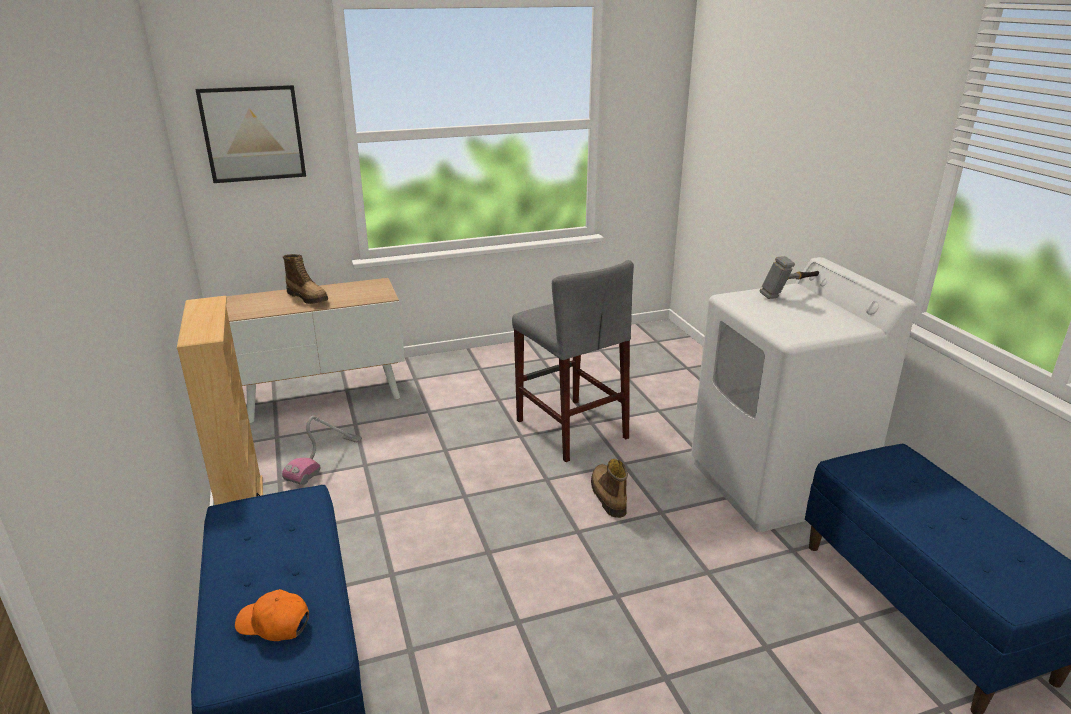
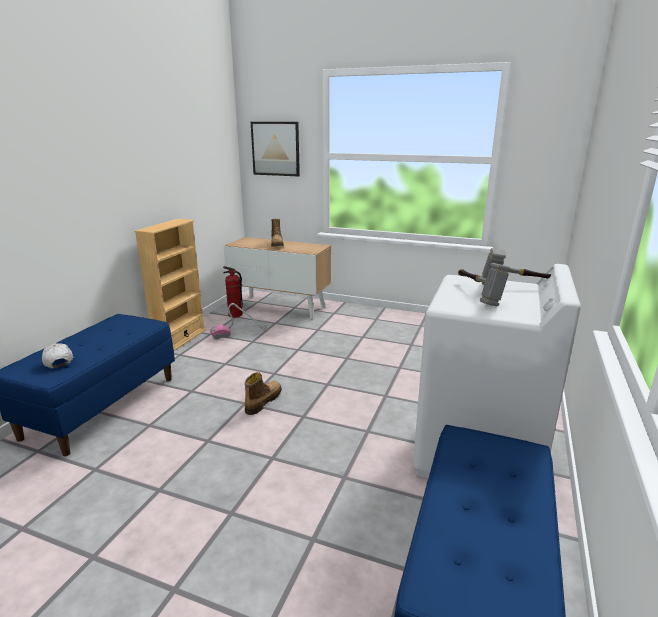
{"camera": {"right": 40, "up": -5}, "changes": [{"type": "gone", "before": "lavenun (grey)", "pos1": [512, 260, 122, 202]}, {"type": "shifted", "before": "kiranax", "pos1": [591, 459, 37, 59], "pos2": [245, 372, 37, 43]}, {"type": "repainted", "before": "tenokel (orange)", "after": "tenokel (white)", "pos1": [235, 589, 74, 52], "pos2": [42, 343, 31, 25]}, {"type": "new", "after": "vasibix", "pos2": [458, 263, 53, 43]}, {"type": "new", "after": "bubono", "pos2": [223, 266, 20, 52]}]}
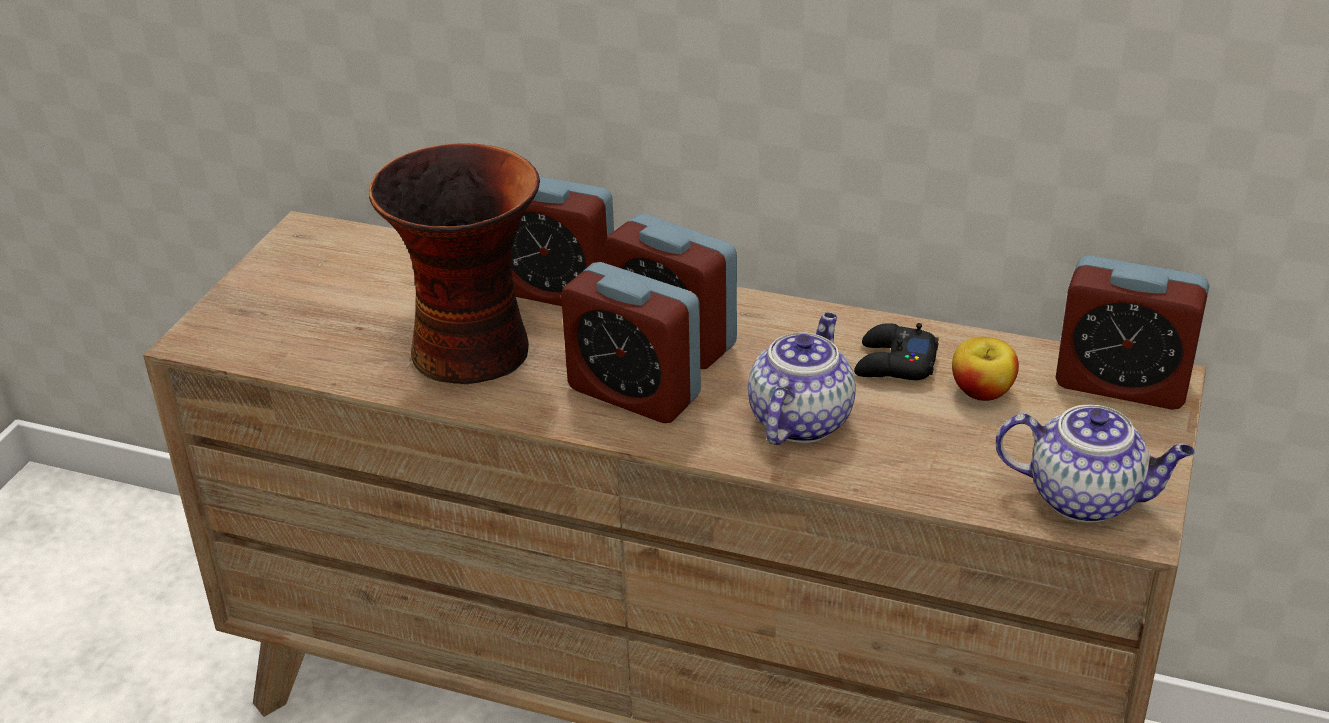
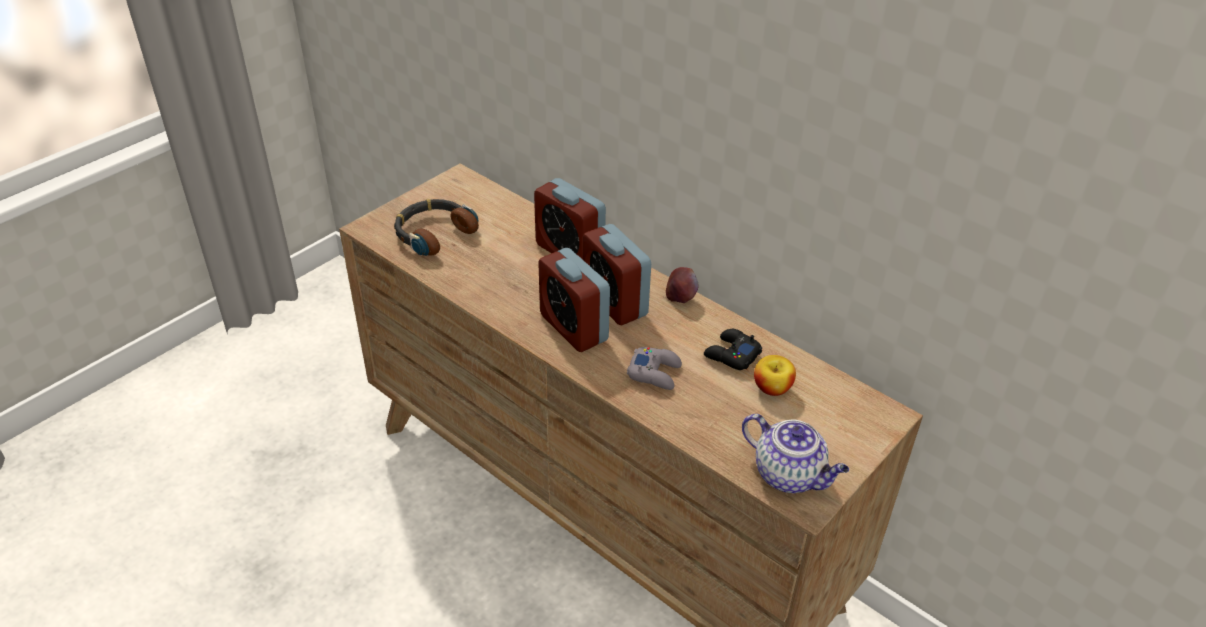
{"camera": {"right": 20, "up": 5}, "changes": [{"type": "gone", "before": "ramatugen", "pos1": [369, 143, 171, 241]}, {"type": "gone", "before": "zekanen", "pos1": [1056, 256, 154, 154]}, {"type": "swapped", "before": "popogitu", "after": "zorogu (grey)", "pos1": [748, 313, 108, 132], "pos2": [627, 347, 55, 43]}, {"type": "new", "after": "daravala", "pos2": [394, 199, 85, 57]}, {"type": "new", "after": "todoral", "pos2": [666, 267, 32, 36]}]}
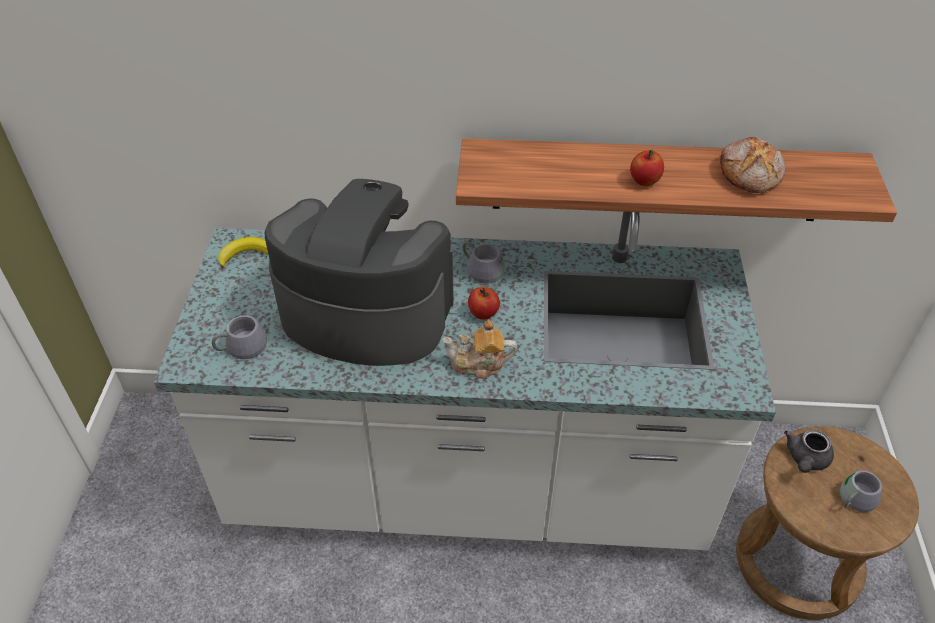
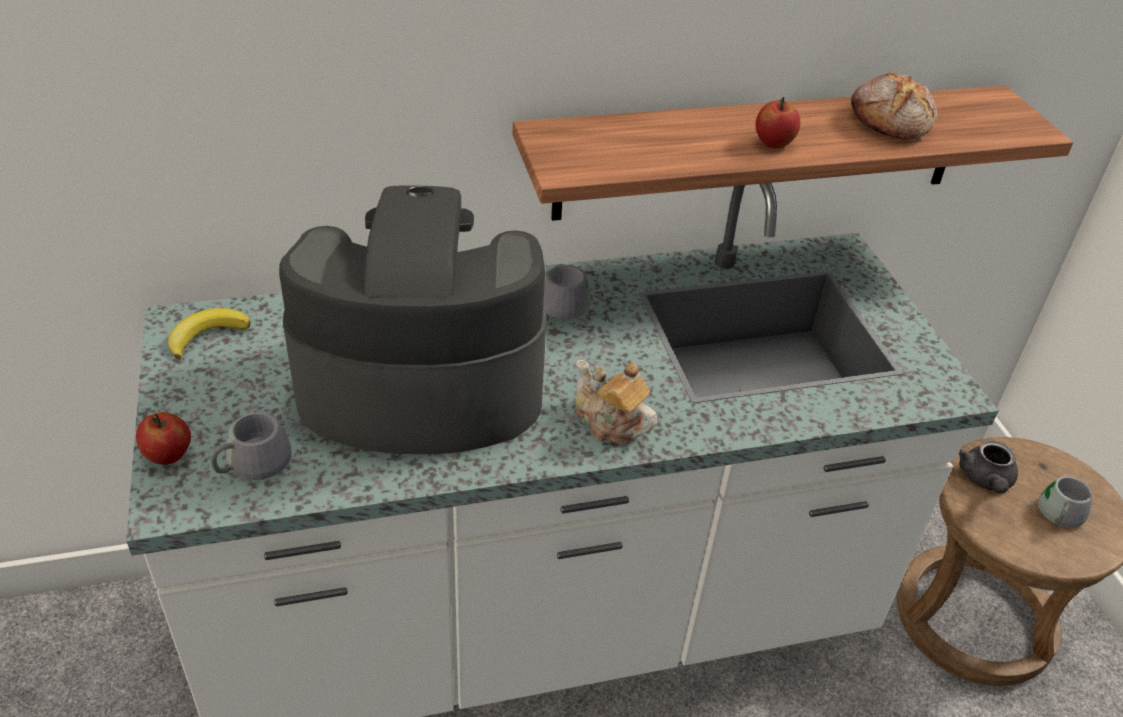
{"camera": {"right": -20, "up": -5}, "changes": [{"type": "shifted", "before": "todoral", "pos1": [468, 287, 32, 33], "pos2": [136, 412, 55, 53]}, {"type": "rotated", "before": "popogitu", "pos1": [442, 320, 75, 59], "pos2": [575, 360, 82, 83], "turn": 60}]}
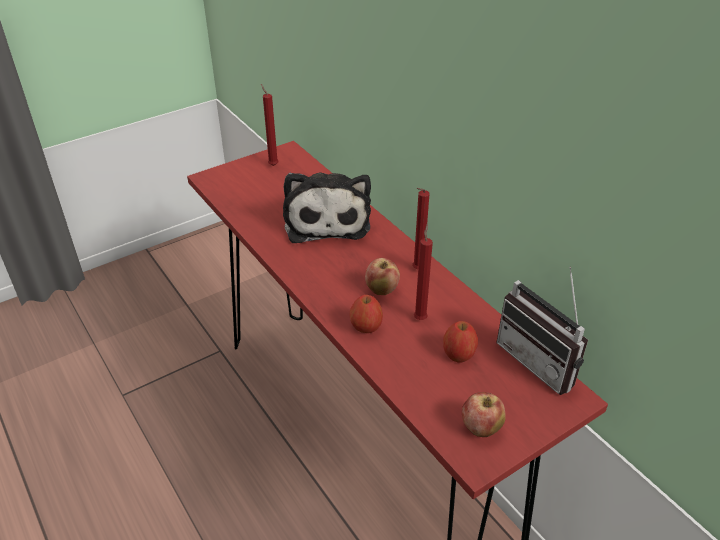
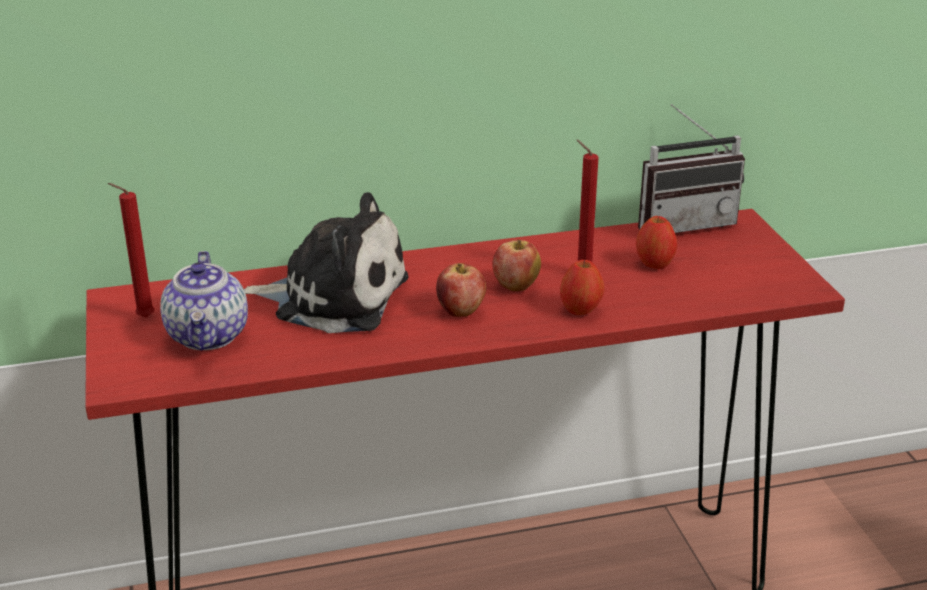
{"camera": {"right": -70, "up": -10}, "changes": [{"type": "gone", "before": "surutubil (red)", "pos1": [412, 188, 18, 81]}, {"type": "shifted", "before": "todoral", "pos1": [462, 392, 44, 45], "pos2": [436, 263, 50, 54]}, {"type": "new", "after": "popogitu", "pos2": [160, 251, 88, 100]}]}
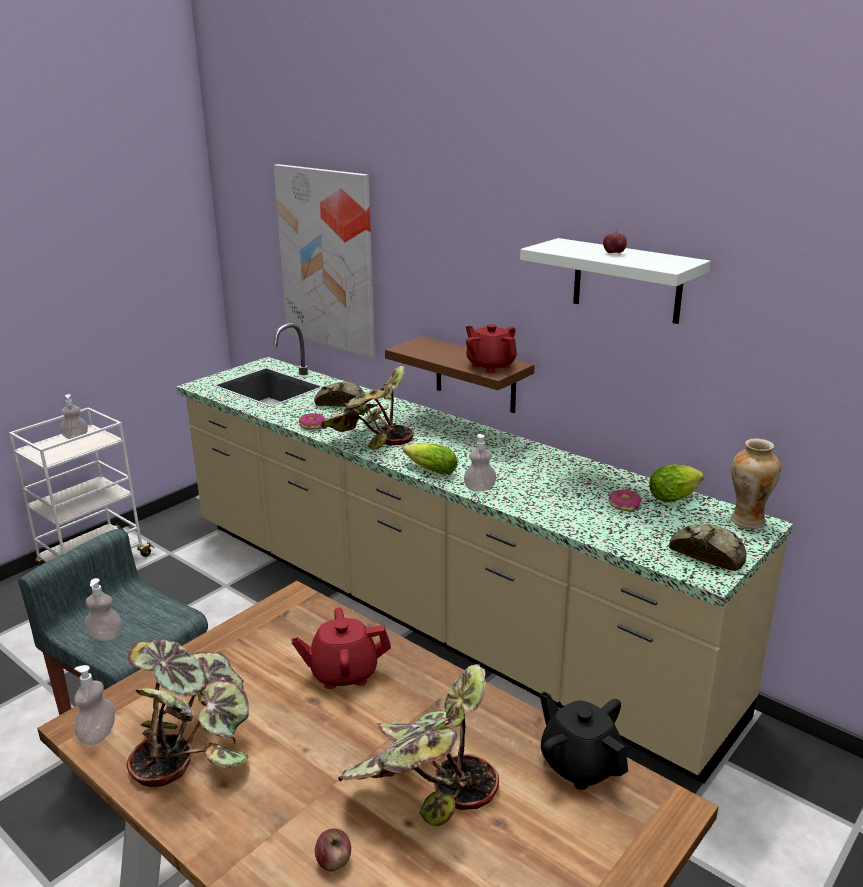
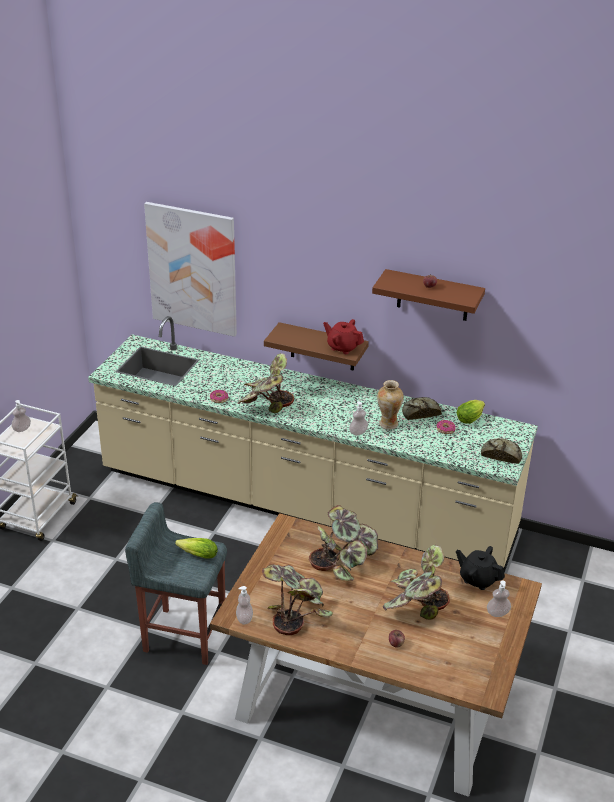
{"camera": {"right": -20, "up": 10}, "changes": [{"type": "repainted", "before": "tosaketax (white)", "after": "tosaketax (brown)", "pos1": [520, 238, 191, 86], "pos2": [372, 269, 113, 52]}, {"type": "shifted", "before": "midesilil", "pos1": [314, 382, 50, 25], "pos2": [402, 397, 39, 23]}, {"type": "shifted", "before": "ramatugen", "pos1": [731, 438, 50, 91], "pos2": [377, 380, 27, 50]}, {"type": "shifted", "before": "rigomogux", "pos1": [403, 443, 54, 31], "pos2": [175, 538, 43, 21]}, {"type": "shifted", "before": "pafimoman", "pos1": [85, 578, 38, 63], "pos2": [487, 580, 24, 37]}, {"type": "swapped", "before": "popogitu (red)", "after": "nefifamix", "pos1": [291, 607, 100, 82], "pos2": [309, 505, 69, 76]}]}
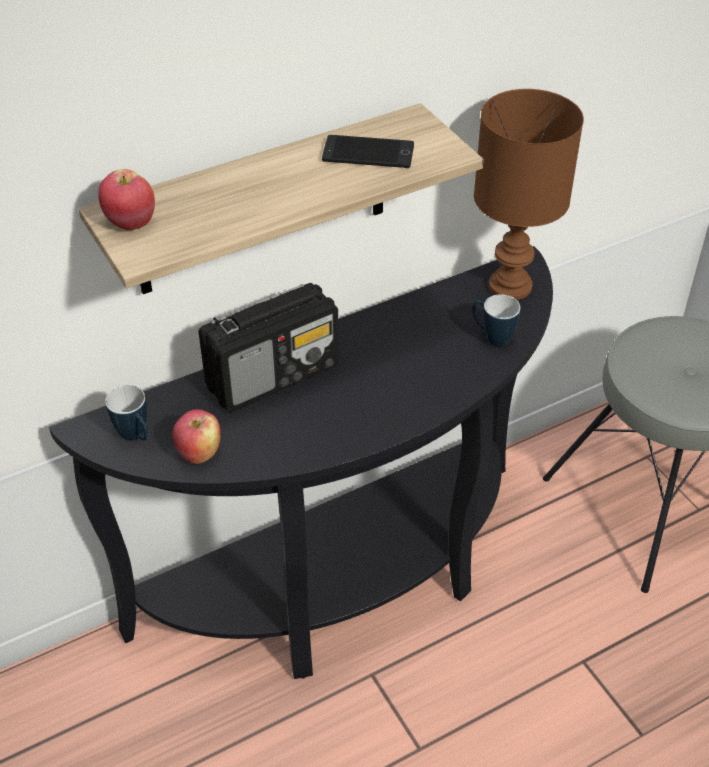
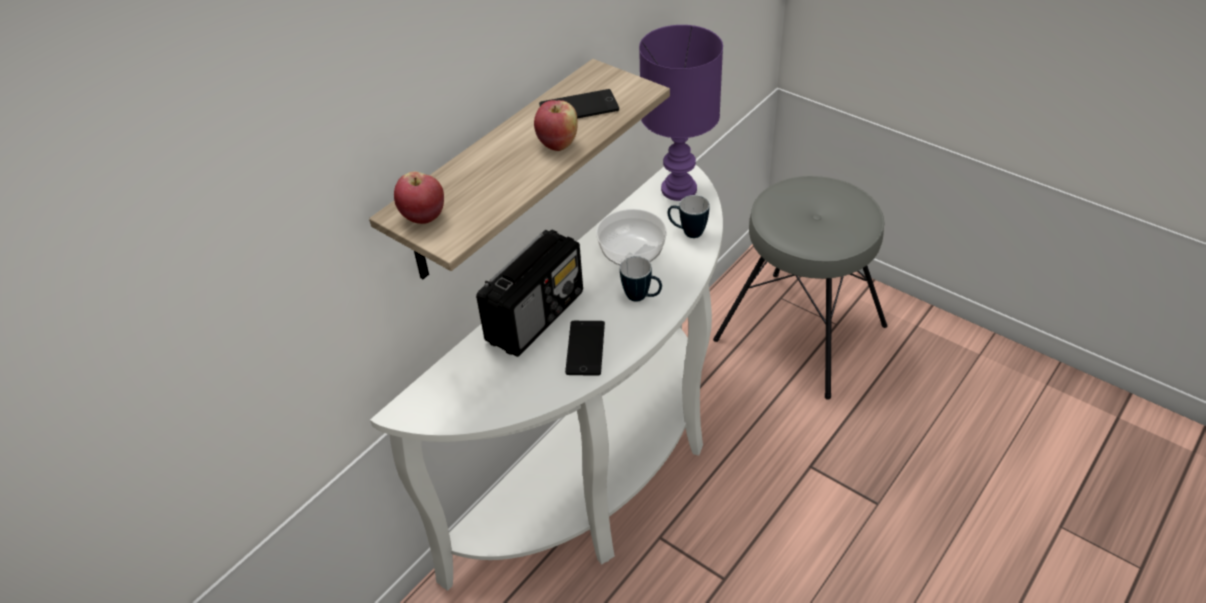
{"camera": {"right": -20, "up": 0}, "changes": [{"type": "repainted", "before": "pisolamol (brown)", "after": "pisolamol (purple)", "pos1": [474, 89, 110, 211], "pos2": [639, 25, 84, 176]}, {"type": "repainted", "before": "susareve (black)", "after": "susareve (white)", "pos1": [49, 246, 504, 433], "pos2": [370, 165, 353, 426]}, {"type": "shifted", "before": "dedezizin", "pos1": [105, 385, 43, 56], "pos2": [620, 256, 42, 46]}, {"type": "shifted", "before": "todoral", "pos1": [172, 409, 49, 55], "pos2": [534, 100, 44, 51]}, {"type": "new", "after": "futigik", "pos2": [596, 209, 71, 57]}, {"type": "new", "after": "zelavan", "pos2": [565, 321, 40, 55]}]}
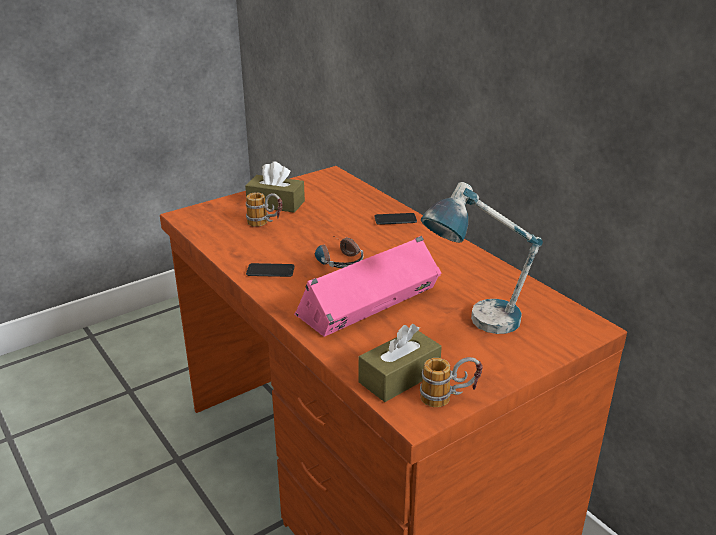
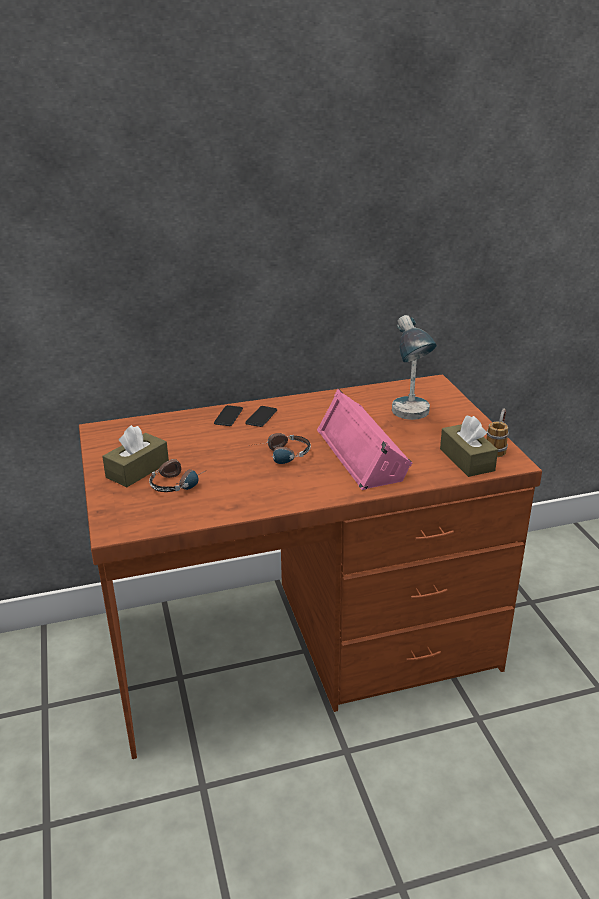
{"camera": {"right": -70, "up": 0}, "changes": [{"type": "swapped", "before": "dedezizin", "after": "daravala", "pos1": [246, 193, 36, 34], "pos2": [149, 459, 58, 33]}, {"type": "shifted", "before": "zelavan", "pos1": [246, 263, 49, 14], "pos2": [245, 406, 32, 21]}]}
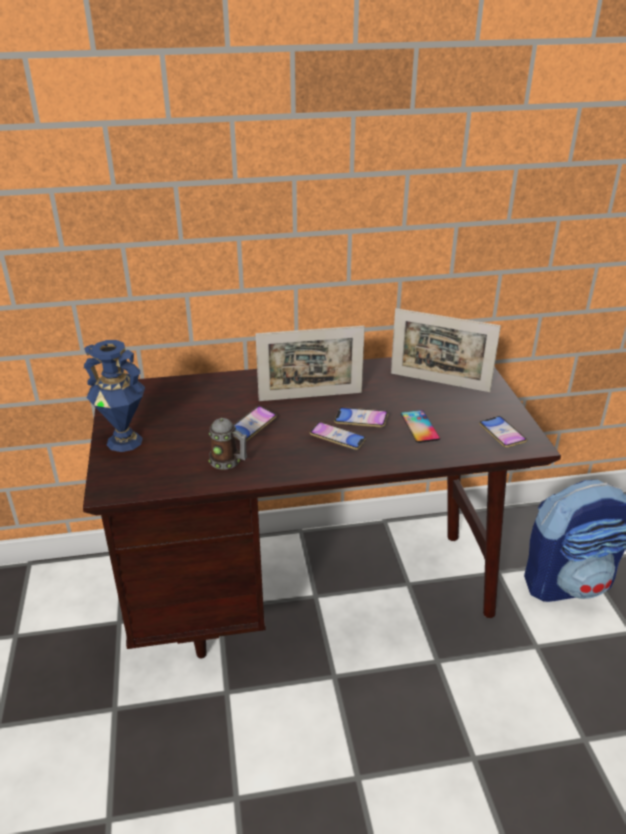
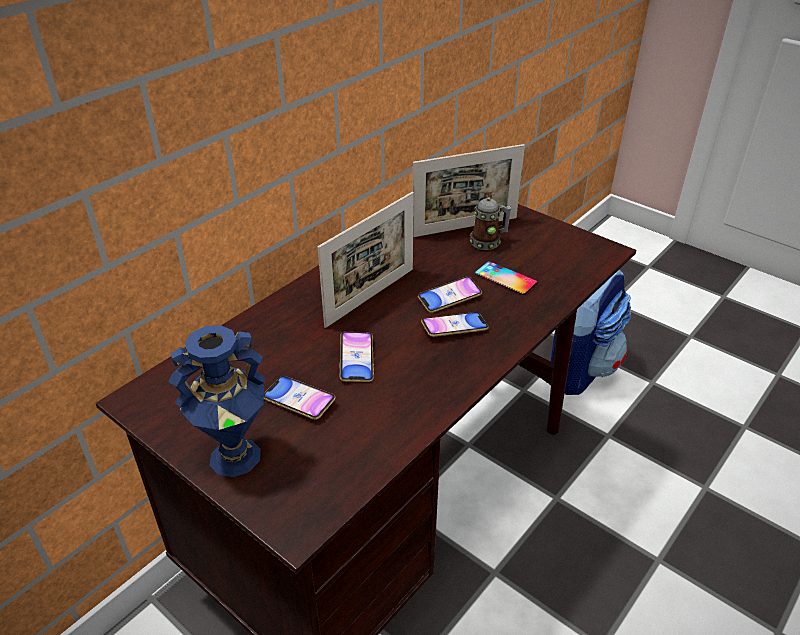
{"camera": {"right": -40, "up": 5}, "changes": [{"type": "shifted", "before": "zelavan", "pos1": [479, 416, 48, 32], "pos2": [264, 376, 72, 44]}, {"type": "shifted", "before": "dedezizin", "pos1": [208, 418, 39, 52], "pos2": [470, 198, 42, 52]}]}
